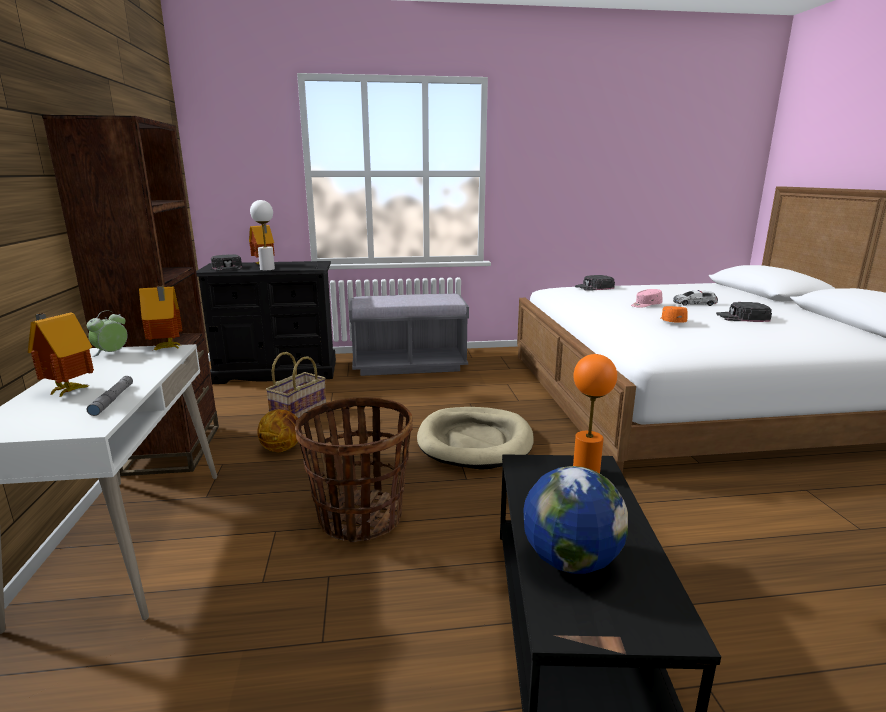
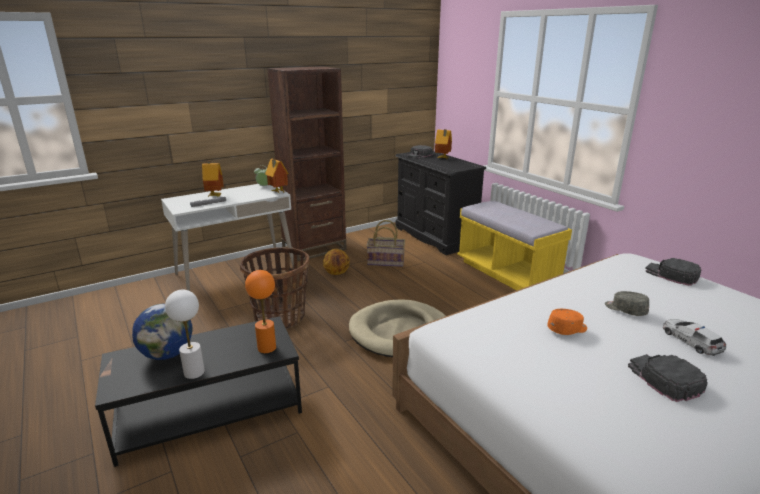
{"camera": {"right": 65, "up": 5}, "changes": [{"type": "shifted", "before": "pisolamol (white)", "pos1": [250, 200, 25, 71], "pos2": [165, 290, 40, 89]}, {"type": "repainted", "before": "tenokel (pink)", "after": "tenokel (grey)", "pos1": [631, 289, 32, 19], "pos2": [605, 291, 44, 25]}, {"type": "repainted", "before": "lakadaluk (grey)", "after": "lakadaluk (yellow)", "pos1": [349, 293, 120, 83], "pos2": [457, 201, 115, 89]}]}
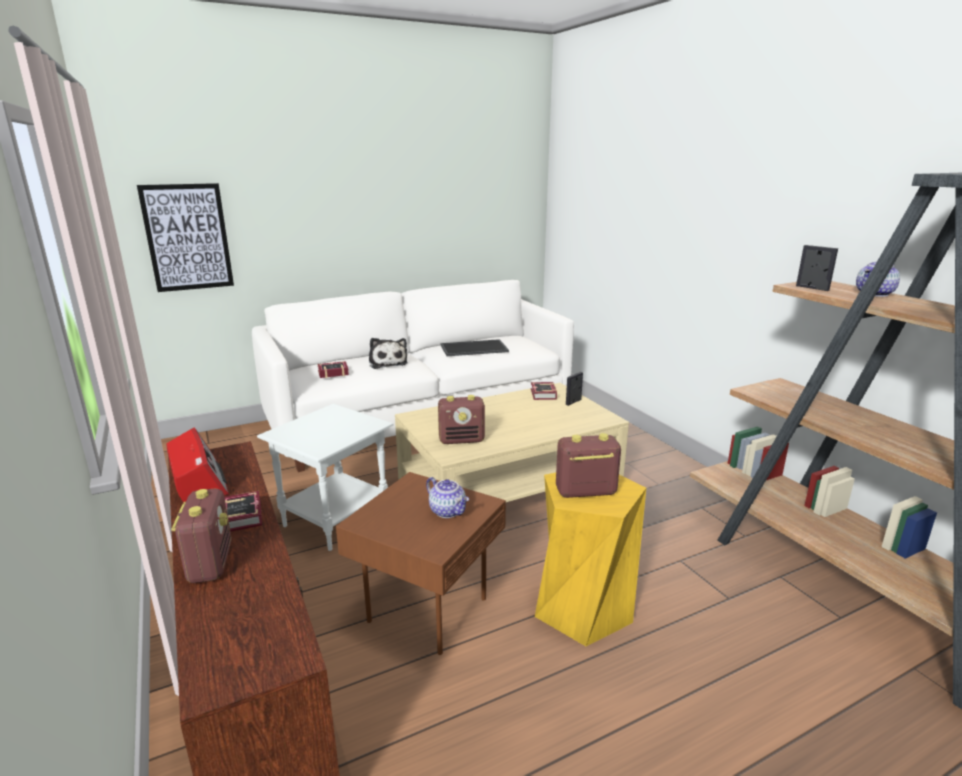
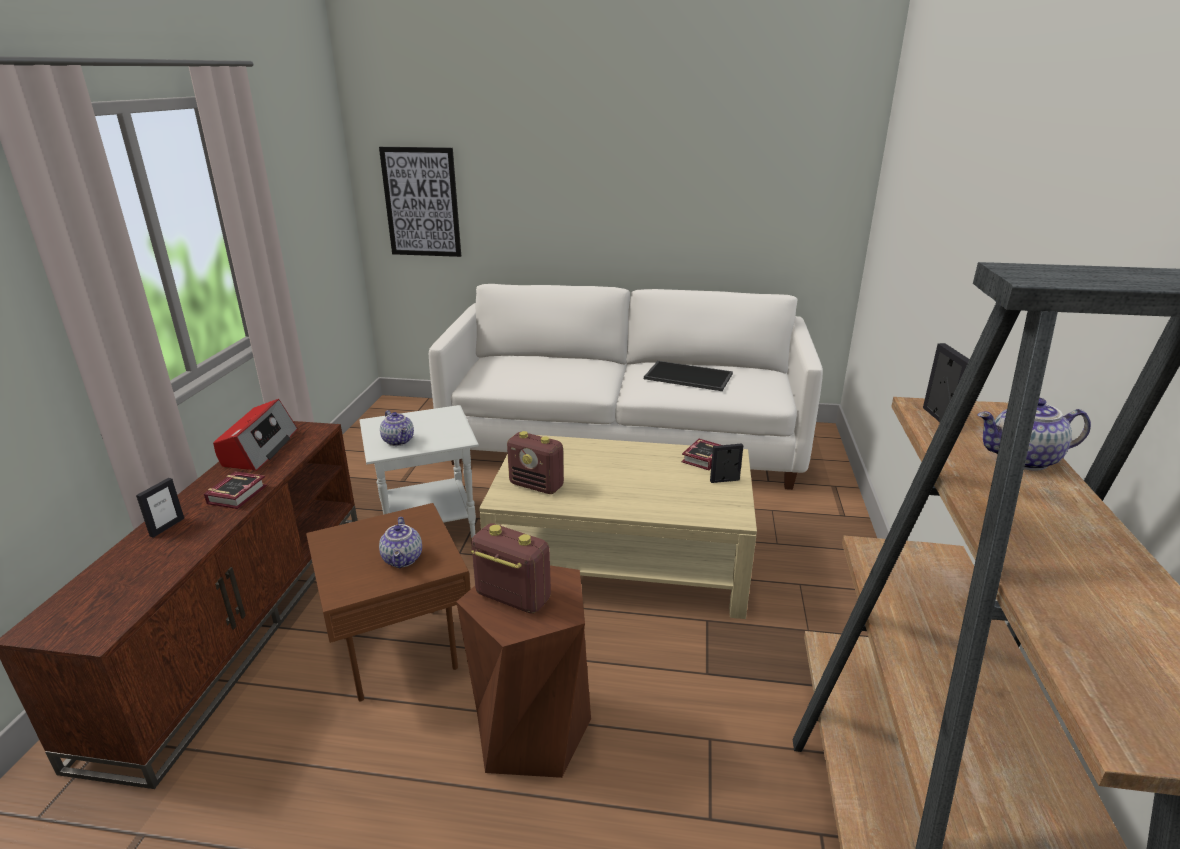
{"camera": {"right": 35, "up": 5}, "changes": [{"type": "gone", "before": "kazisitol", "pos1": [369, 338, 39, 31]}, {"type": "gone", "before": "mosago", "pos1": [317, 361, 32, 17]}, {"type": "repainted", "before": "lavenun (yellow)", "after": "lavenun (brown)", "pos1": [535, 473, 111, 173], "pos2": [456, 565, 135, 213]}, {"type": "swapped", "before": "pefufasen", "after": "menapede", "pos1": [171, 488, 61, 95], "pos2": [136, 478, 48, 60]}, {"type": "new", "after": "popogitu", "pos2": [380, 410, 34, 36]}]}
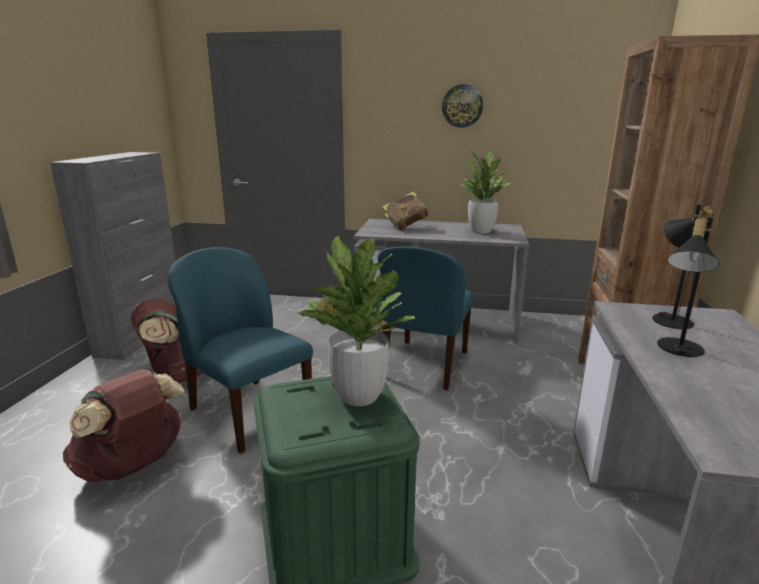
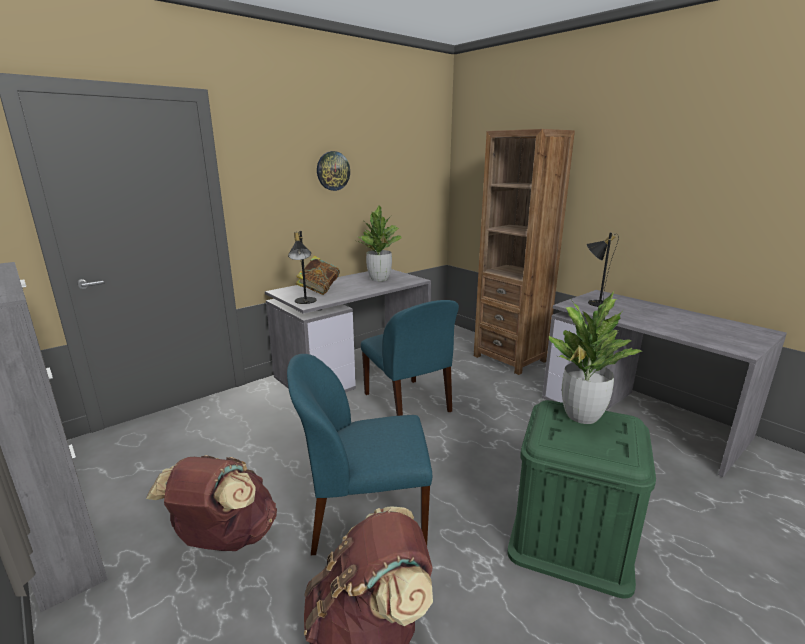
{"camera": {"right": -50, "up": 0}, "changes": [{"type": "shifted", "before": "pisolamol (black)", "pos1": [657, 217, 63, 140], "pos2": [288, 231, 29, 73]}]}
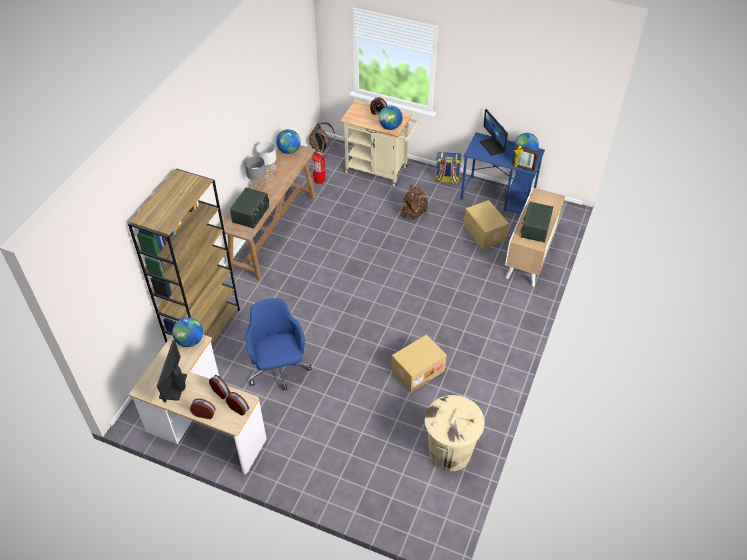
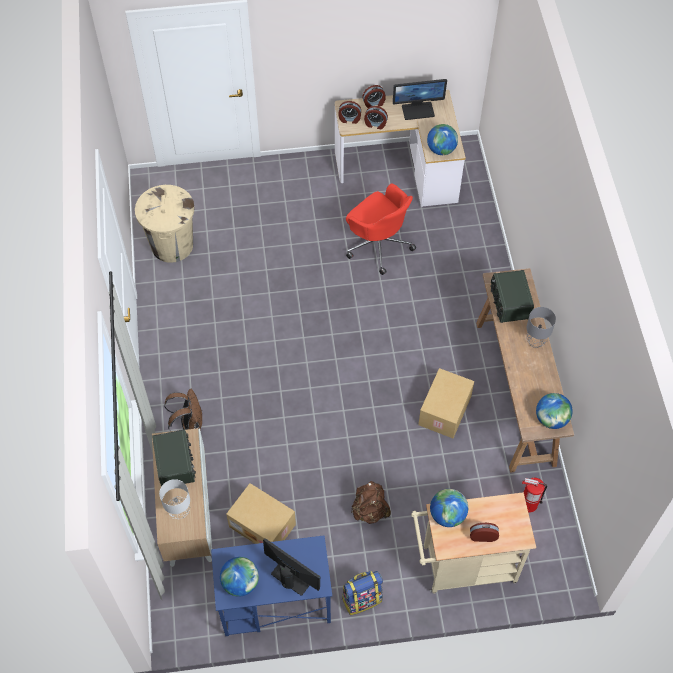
{"camera": {"right": 150, "up": 10}, "changes": [{"type": "shifted", "before": "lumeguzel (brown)", "pos1": [309, 122, 26, 32], "pos2": [164, 389, 38, 42]}, {"type": "shifted", "before": "pisolamol (grey)", "pos1": [256, 142, 20, 35], "pos2": [159, 479, 31, 40]}, {"type": "gone", "before": "menapede", "pos1": [512, 145, 27, 27]}, {"type": "gone", "before": "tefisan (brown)", "pos1": [128, 169, 112, 176]}, {"type": "repainted", "before": "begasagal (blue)", "after": "begasagal (red)", "pos1": [246, 298, 66, 92], "pos2": [346, 183, 70, 92]}, {"type": "shifted", "before": "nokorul", "pos1": [392, 334, 55, 58], "pos2": [418, 368, 56, 70]}, {"type": "rotated", "before": "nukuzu", "pos1": [157, 340, 30, 62], "pos2": [393, 79, 54, 41], "turn": 105}]}
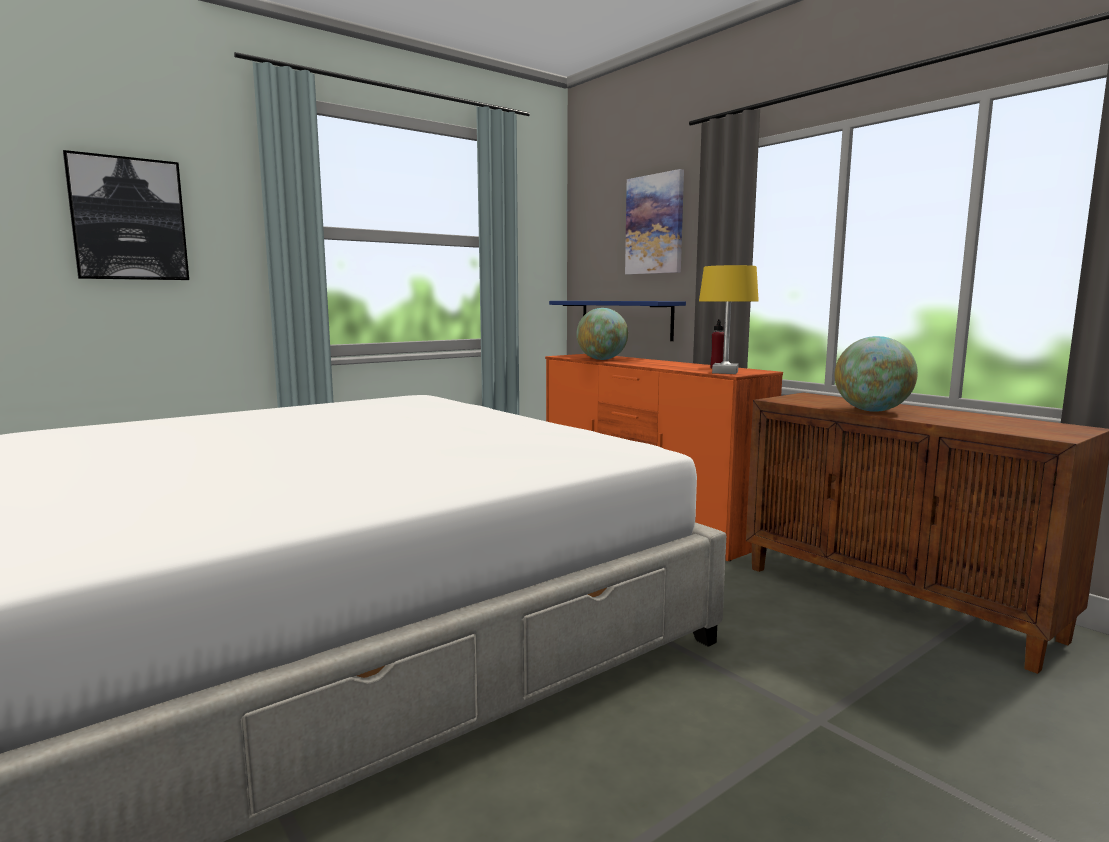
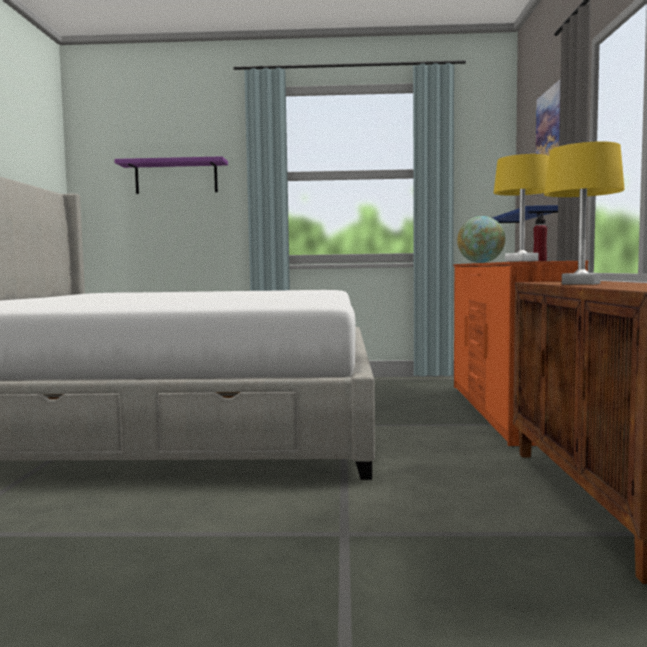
{"camera": {"right": 40, "up": -5}, "changes": [{"type": "swapped", "before": "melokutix", "after": "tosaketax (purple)", "pos1": [63, 150, 126, 130], "pos2": [114, 156, 114, 38]}, {"type": "swapped", "before": "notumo", "after": "pisolamol (yellow)", "pos1": [835, 336, 83, 76], "pos2": [544, 141, 81, 144]}]}
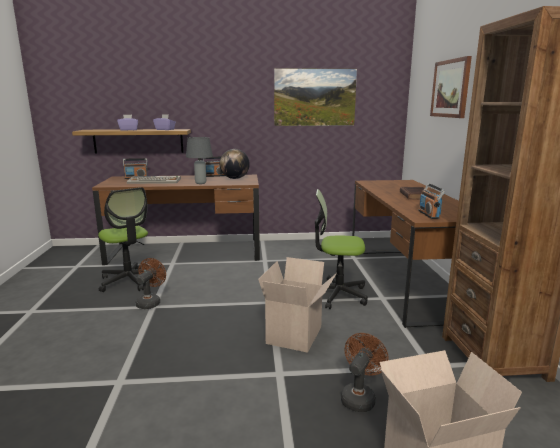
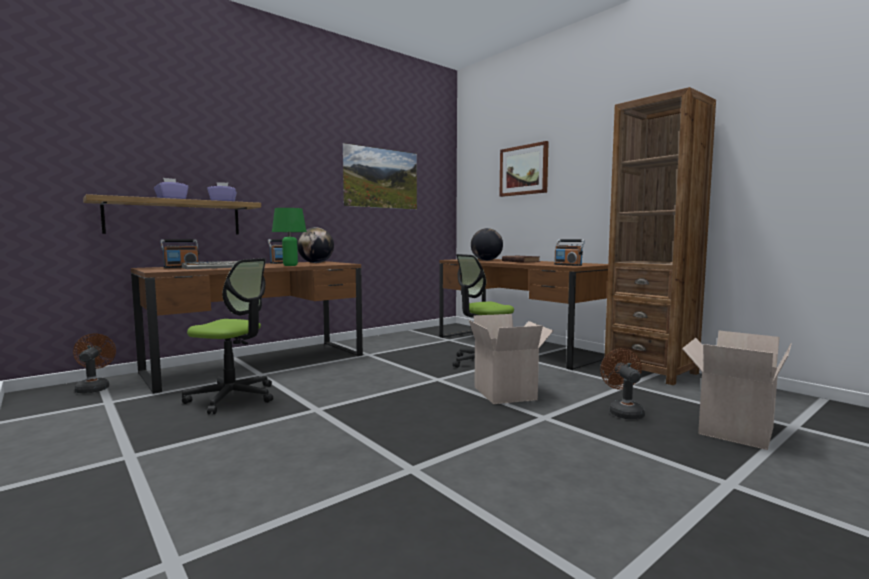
{"camera": {"right": -35, "up": -10}, "changes": [{"type": "repainted", "before": "pisolamol (grey)", "after": "pisolamol (green)", "pos1": [186, 137, 27, 47], "pos2": [272, 208, 35, 58]}, {"type": "shifted", "before": "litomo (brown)", "pos1": [136, 258, 30, 51], "pos2": [73, 334, 43, 59]}, {"type": "new", "after": "notumo", "pos2": [471, 228, 32, 33]}]}
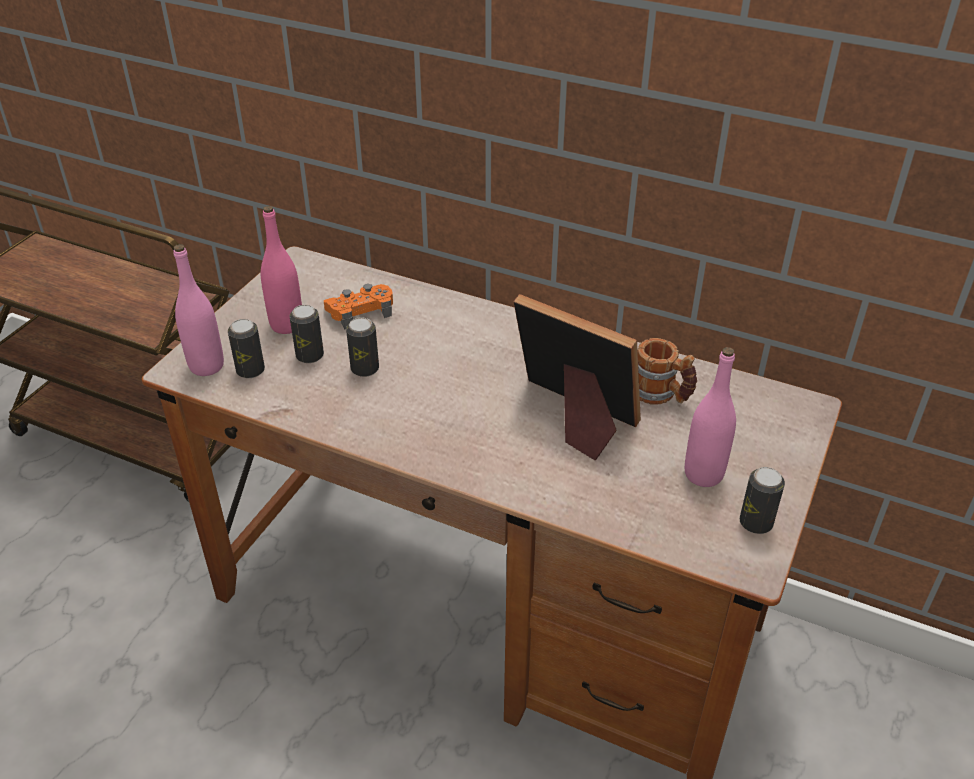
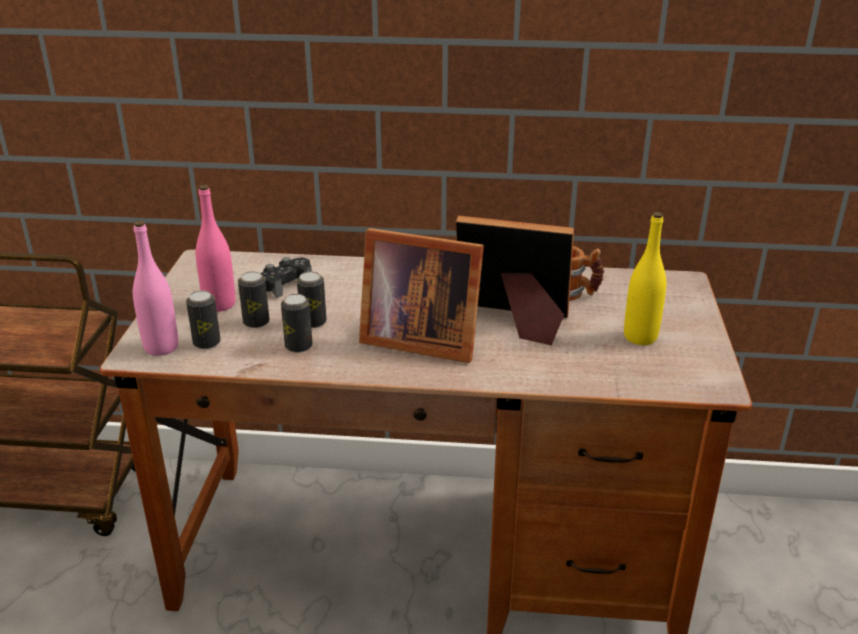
{"camera": {"right": -20, "up": -10}, "changes": [{"type": "repainted", "before": "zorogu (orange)", "after": "zorogu (black)", "pos1": [324, 284, 69, 45], "pos2": [261, 257, 51, 41]}, {"type": "repainted", "before": "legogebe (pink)", "after": "legogebe (yellow)", "pos1": [685, 347, 51, 140], "pos2": [624, 212, 42, 133]}, {"type": "shifted", "before": "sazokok", "pos1": [740, 467, 45, 67], "pos2": [281, 294, 32, 59]}, {"type": "new", "after": "menapede", "pos2": [359, 228, 125, 135]}]}
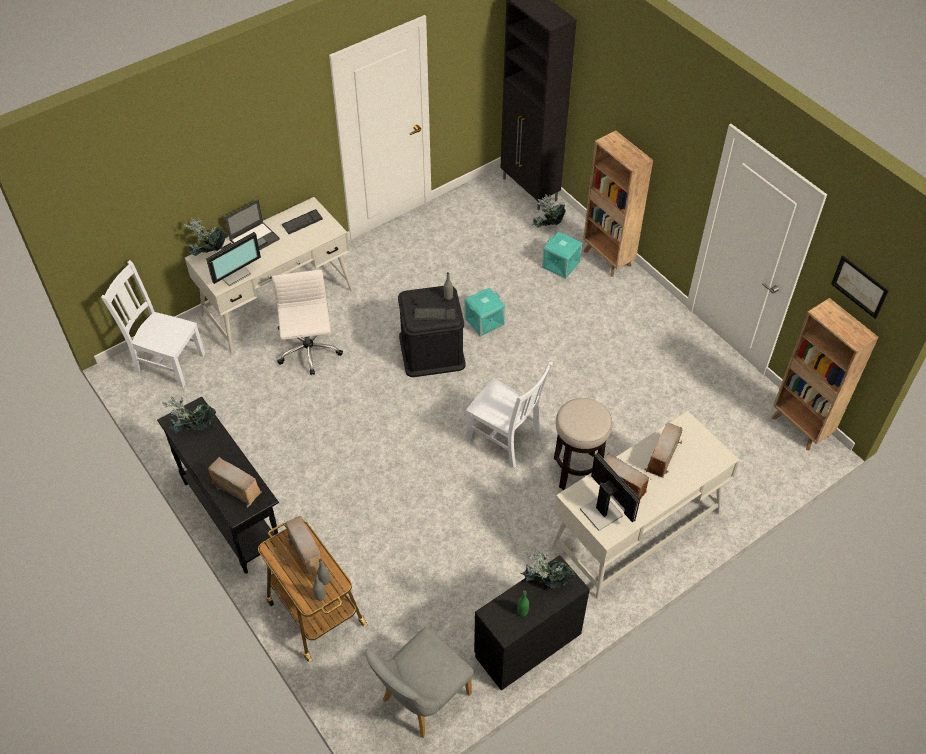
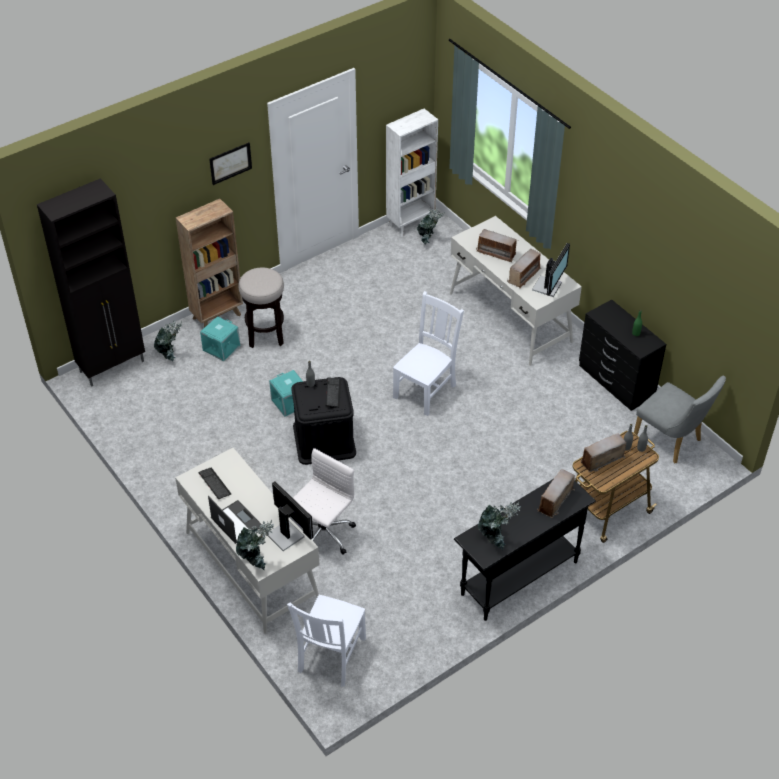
{"camera": {"right": -90, "up": -5}, "changes": [{"type": "shifted", "before": "melokutix", "pos1": [831, 256, 58, 63], "pos2": [209, 142, 43, 43]}, {"type": "rotated", "before": "begasagal (white)", "pos1": [272, 270, 71, 105], "pos2": [293, 448, 63, 107], "turn": 135}, {"type": "repainted", "before": "tefisan (brown)", "after": "tefisan (white)", "pos1": [772, 298, 107, 152], "pos2": [386, 109, 52, 128]}, {"type": "shifted", "before": "lavenun", "pos1": [554, 398, 59, 92], "pos2": [238, 267, 46, 81]}, {"type": "rotated", "before": "nukuzu", "pos1": [580, 453, 60, 78], "pos2": [532, 243, 38, 54], "turn": 150}, {"type": "shifted", "before": "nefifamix", "pos1": [520, 551, 55, 38], "pos2": [417, 208, 28, 37]}]}
